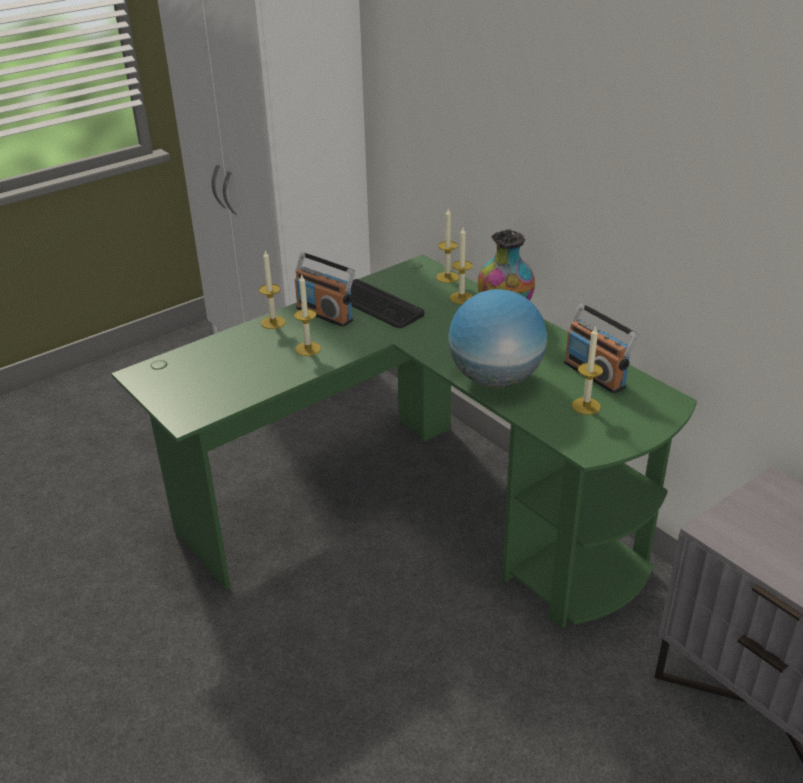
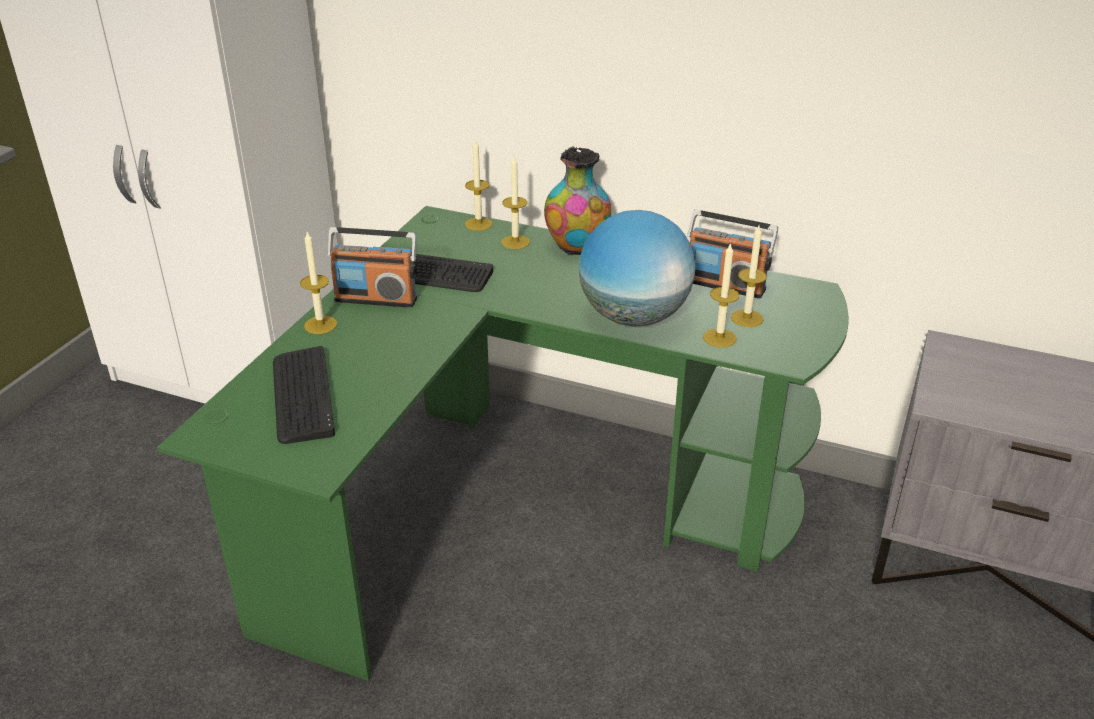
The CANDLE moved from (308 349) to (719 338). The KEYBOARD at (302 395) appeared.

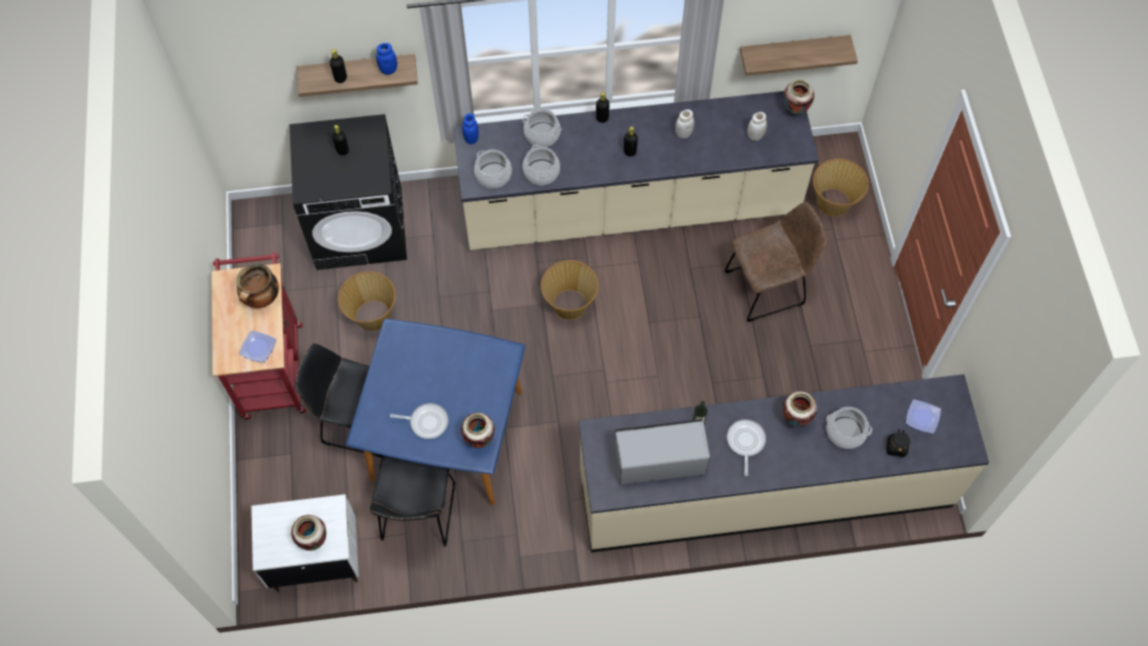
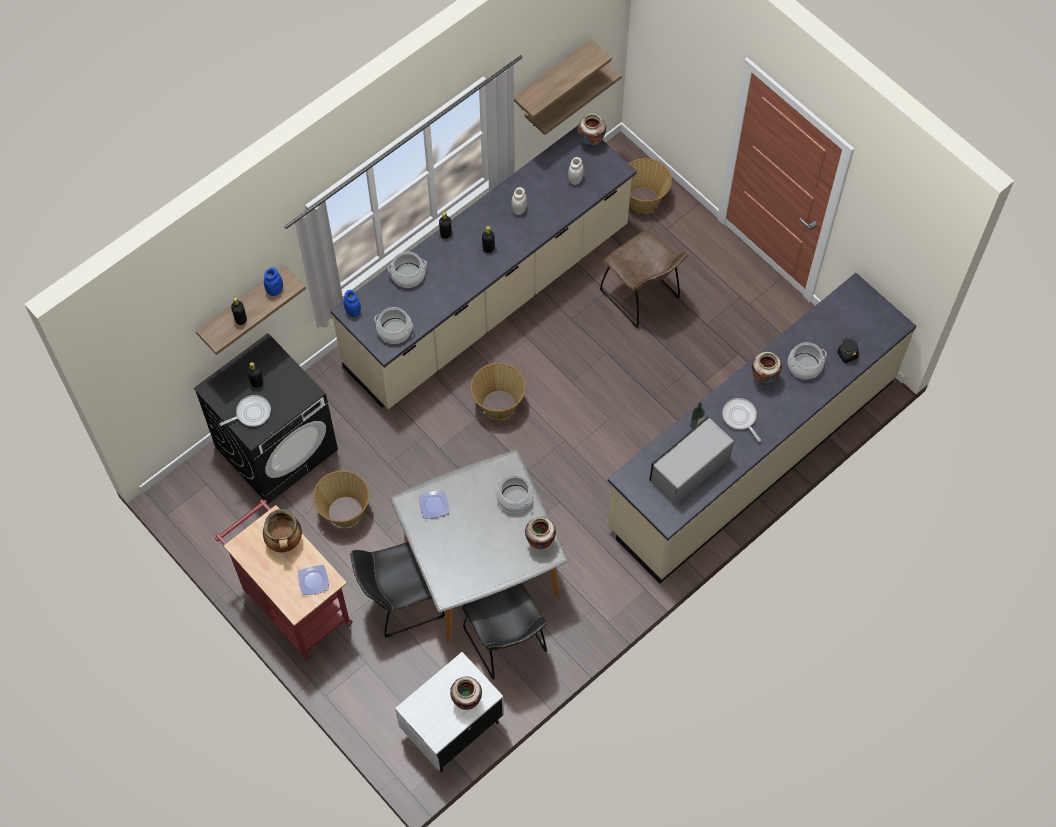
The COOKING POT moved from (541 172) to (514 498). The BROWN CHAIR at (768 286) turned 105 degrees clockwise. The BLUE DINING TABLE at (446 435) became the GREY DINING TABLE at (480 568). The PLATE moved from (923 417) to (434 504). The FRYING PAN moved from (426 422) to (251 413). The SHELF at (551 77) appeared.

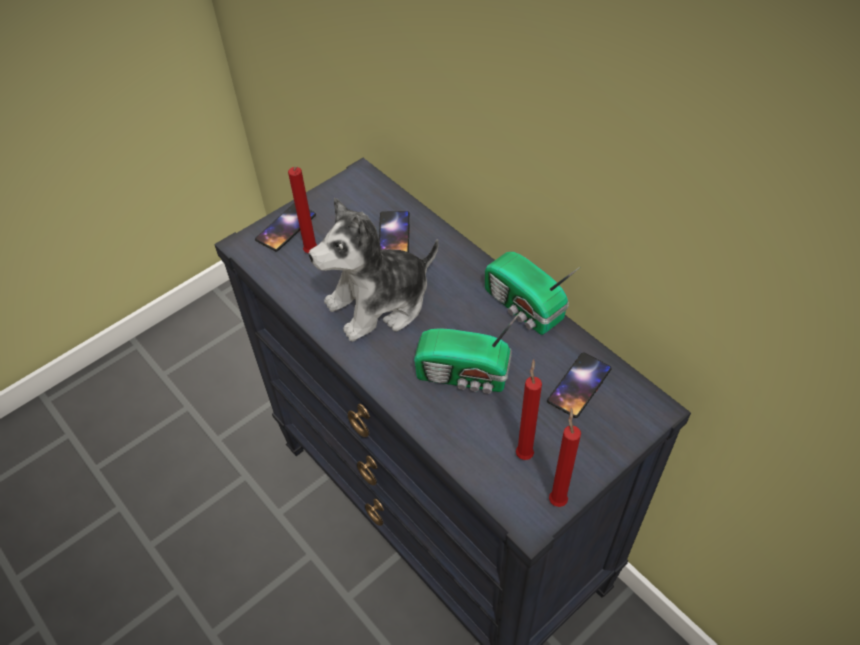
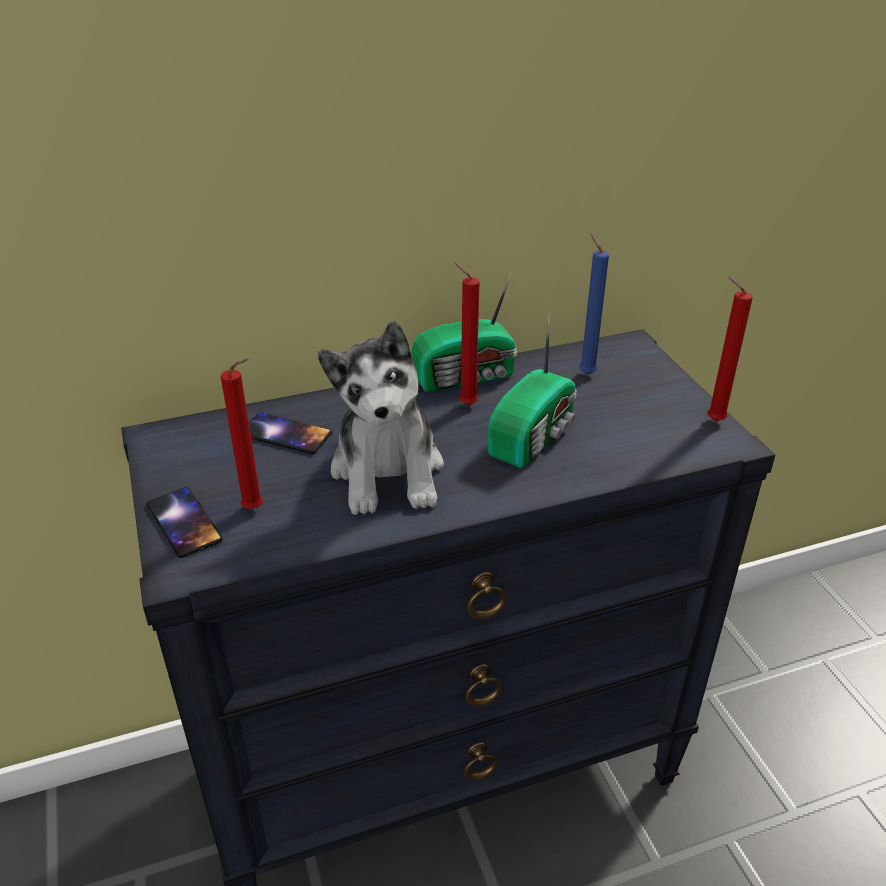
The PHONE at (579 385) was replaced by the BLUE CANDLE at (585 372). The RED CANDLE moved from (524 453) to (465 404).

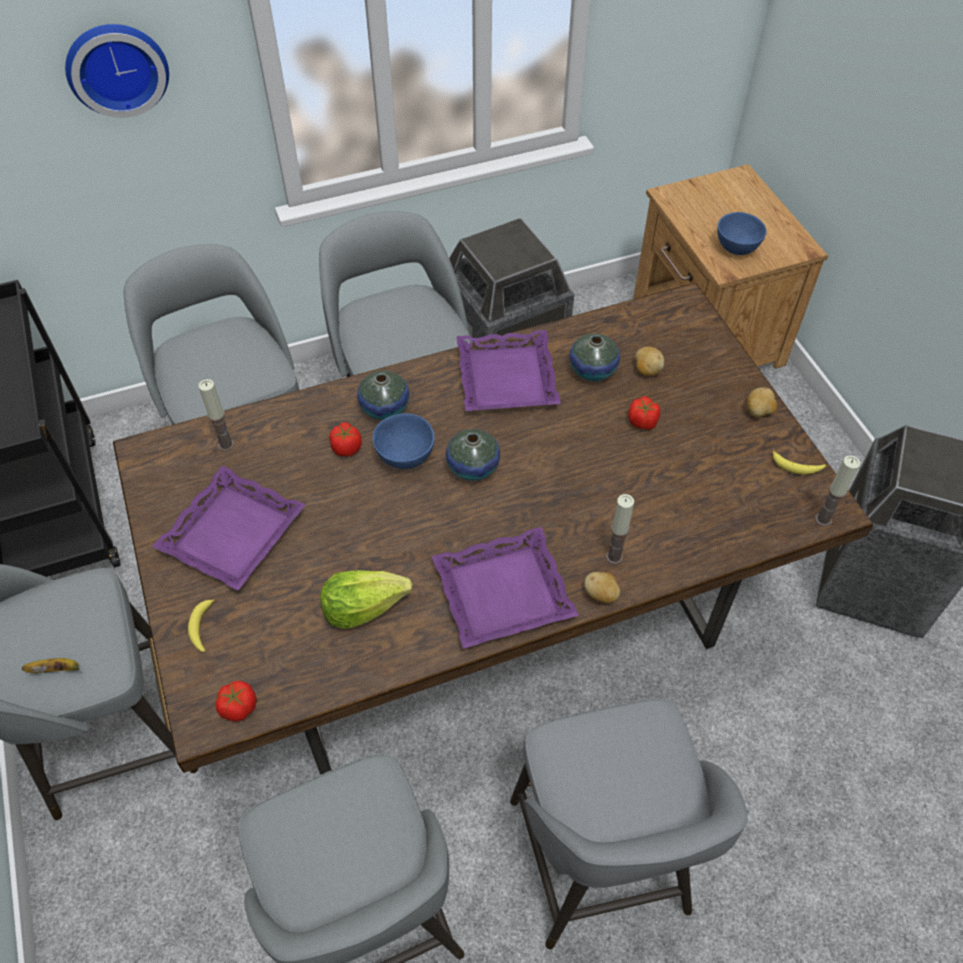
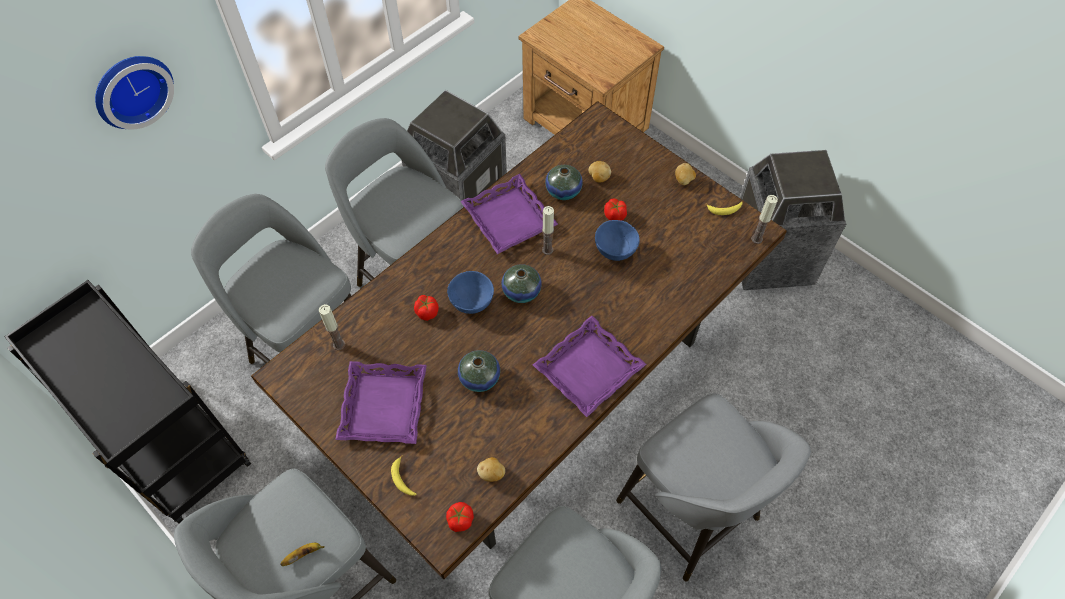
The BLUE BOWL moved from (736 247) to (614 250). The VASE moved from (384 408) to (479 378). The CANDLE moved from (614 557) to (547 250). The LETTUCE at (363 606) disappeared. The POTATO moved from (601 594) to (491 473).

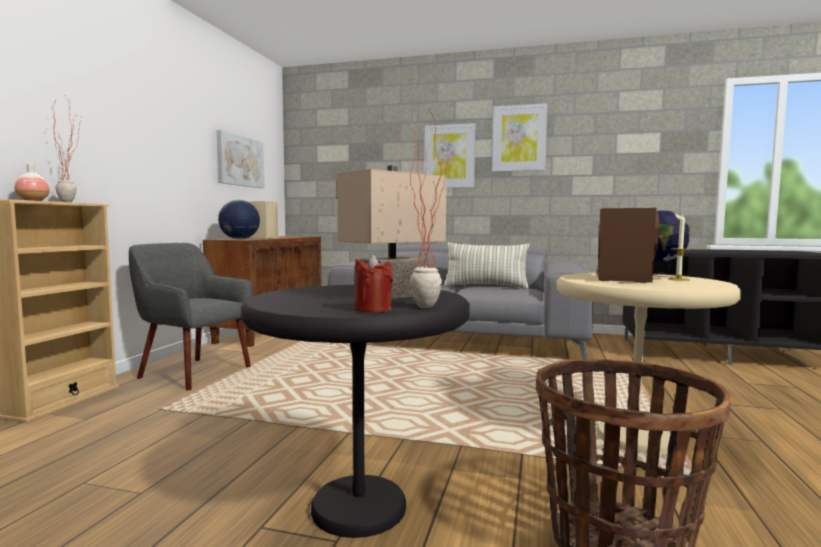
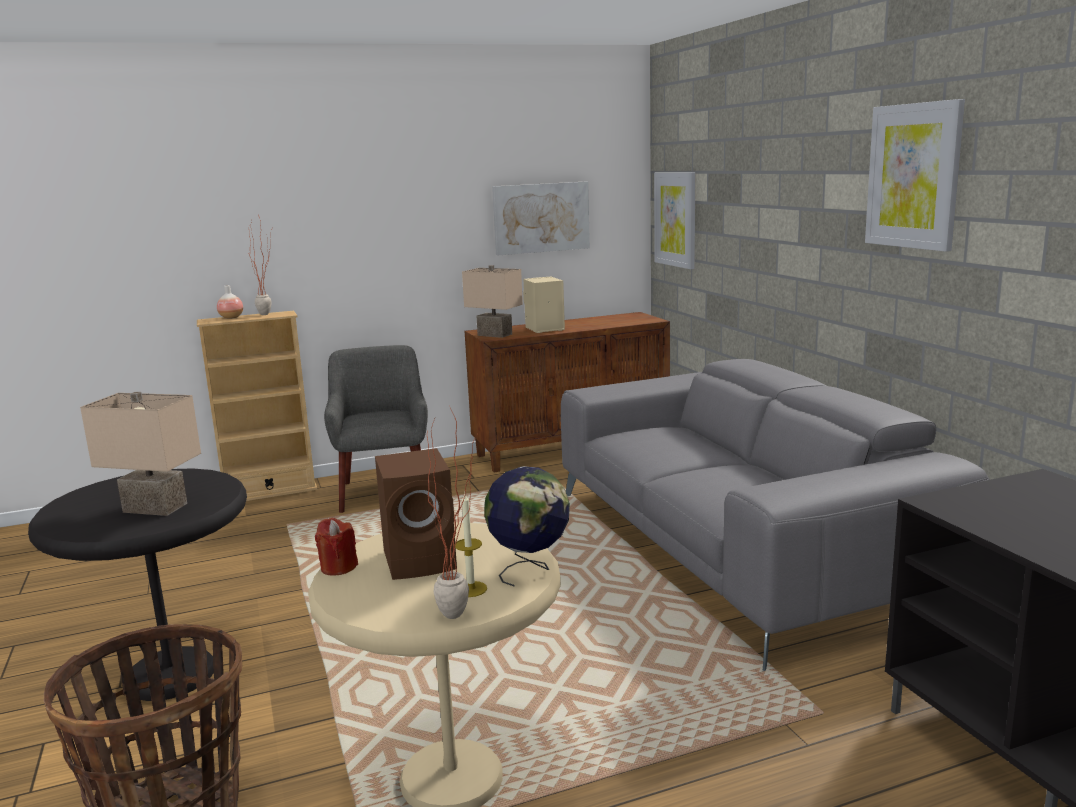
The POTTED PLANT moved from (430 305) to (464 615). The PICTURE moved from (449 156) to (675 219). The GLOBE at (239 239) was replaced by the BEIGE TABLE LAMP at (493 335). The PILLOW at (486 287) disappeared. The RED CANDLE moved from (372 309) to (338 567).

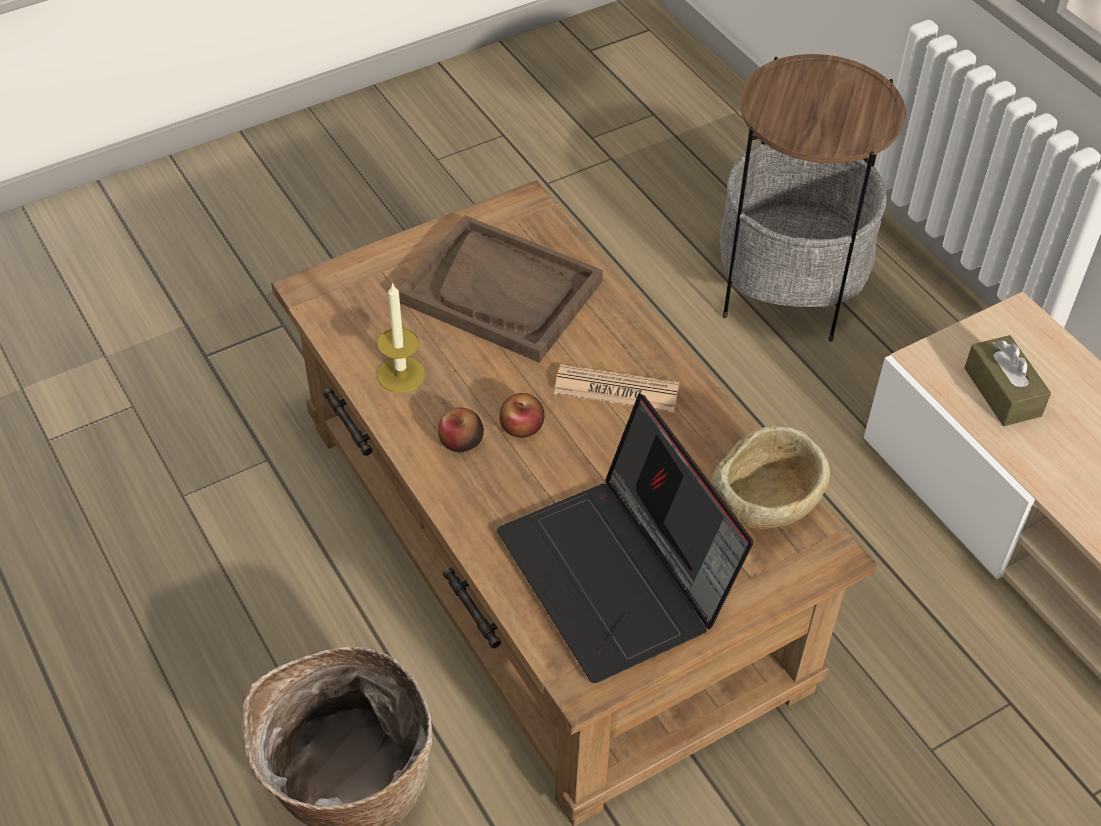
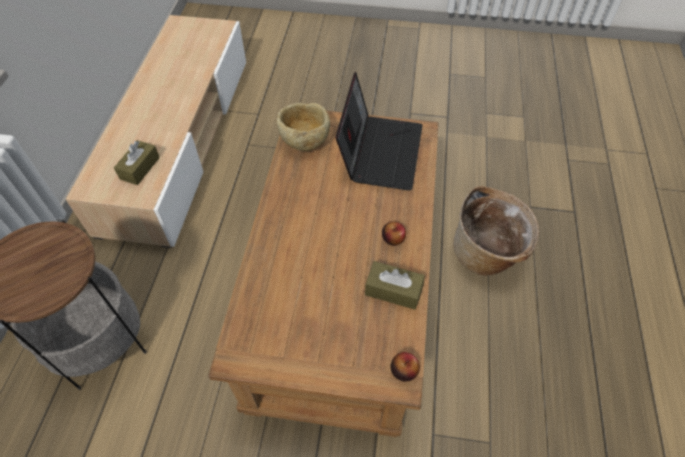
The BROWN TRAY at (501 292) disappeared. The CANDLE at (401 375) was replaced by the BROWN TISSUE BOX at (393 290). The NEWSPAPER at (616 390) disappeared. The APPLE moved from (522 427) to (403 370).

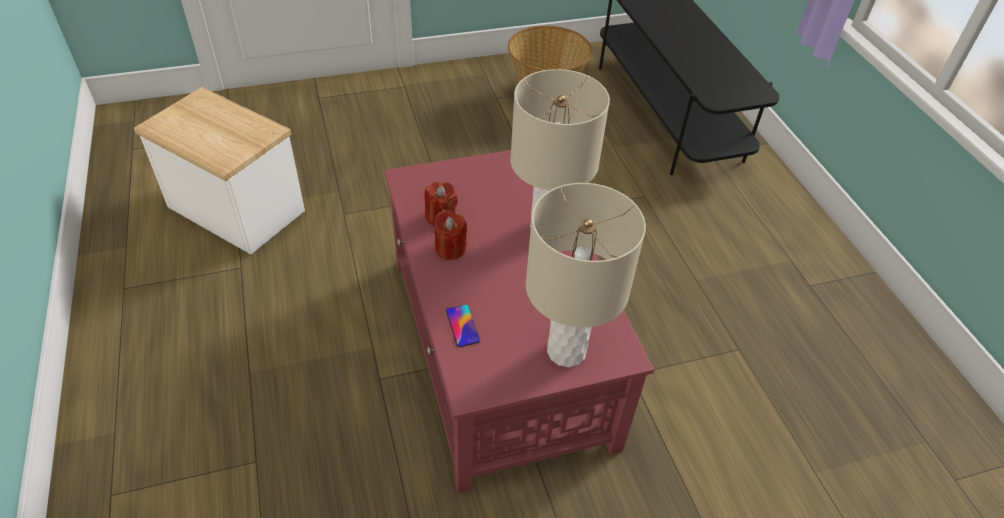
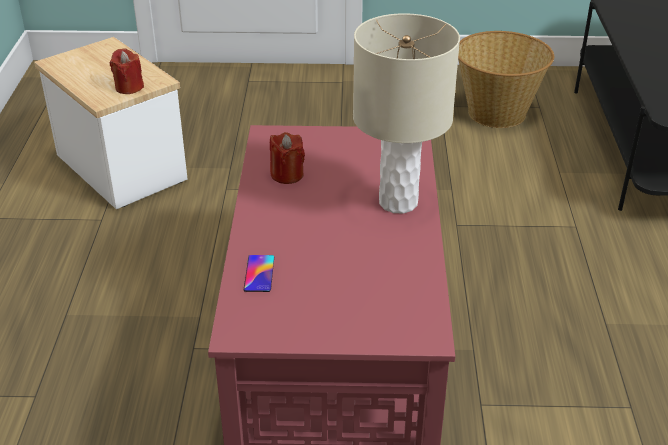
The BEIGE TABLE LAMP at (566 351) disappeared. The RED CANDLE moved from (450 248) to (129 87).

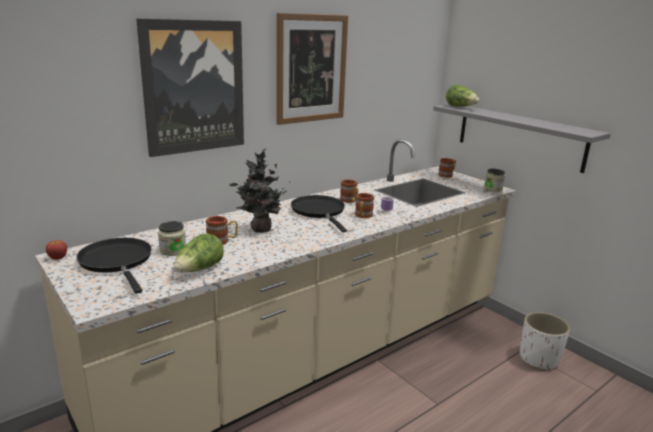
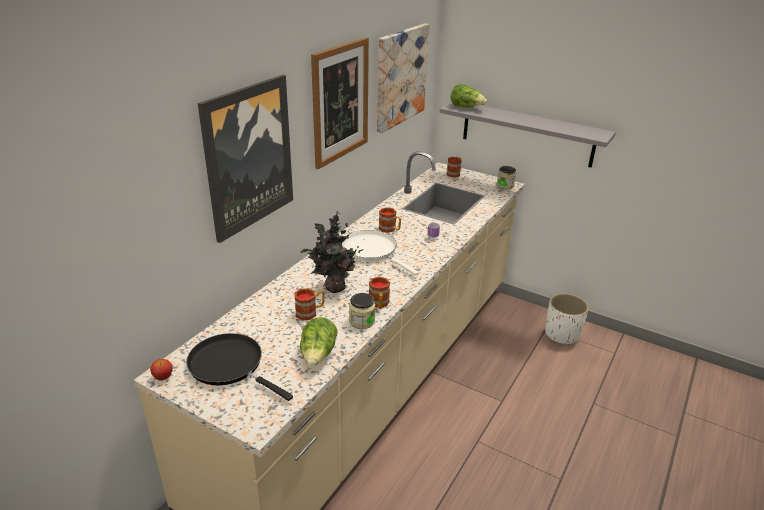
The MUG moved from (363 216) to (379 304). The BLACK FRYING PAN at (319 211) became the WHITE FRYING PAN at (372 251). The JAR moved from (173 250) to (362 321). The PICTURE at (400 76) appeared.

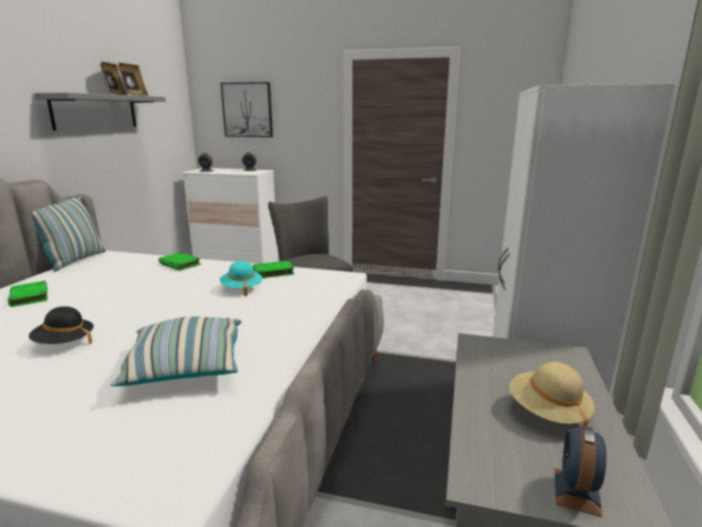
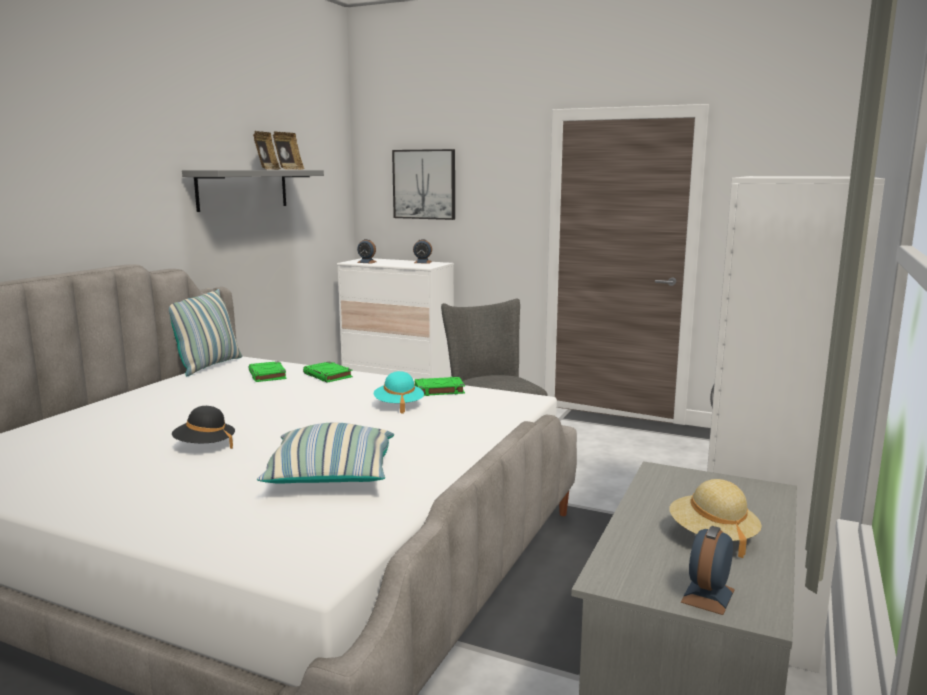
The GREEN BOOK moved from (29 297) to (267 375).

